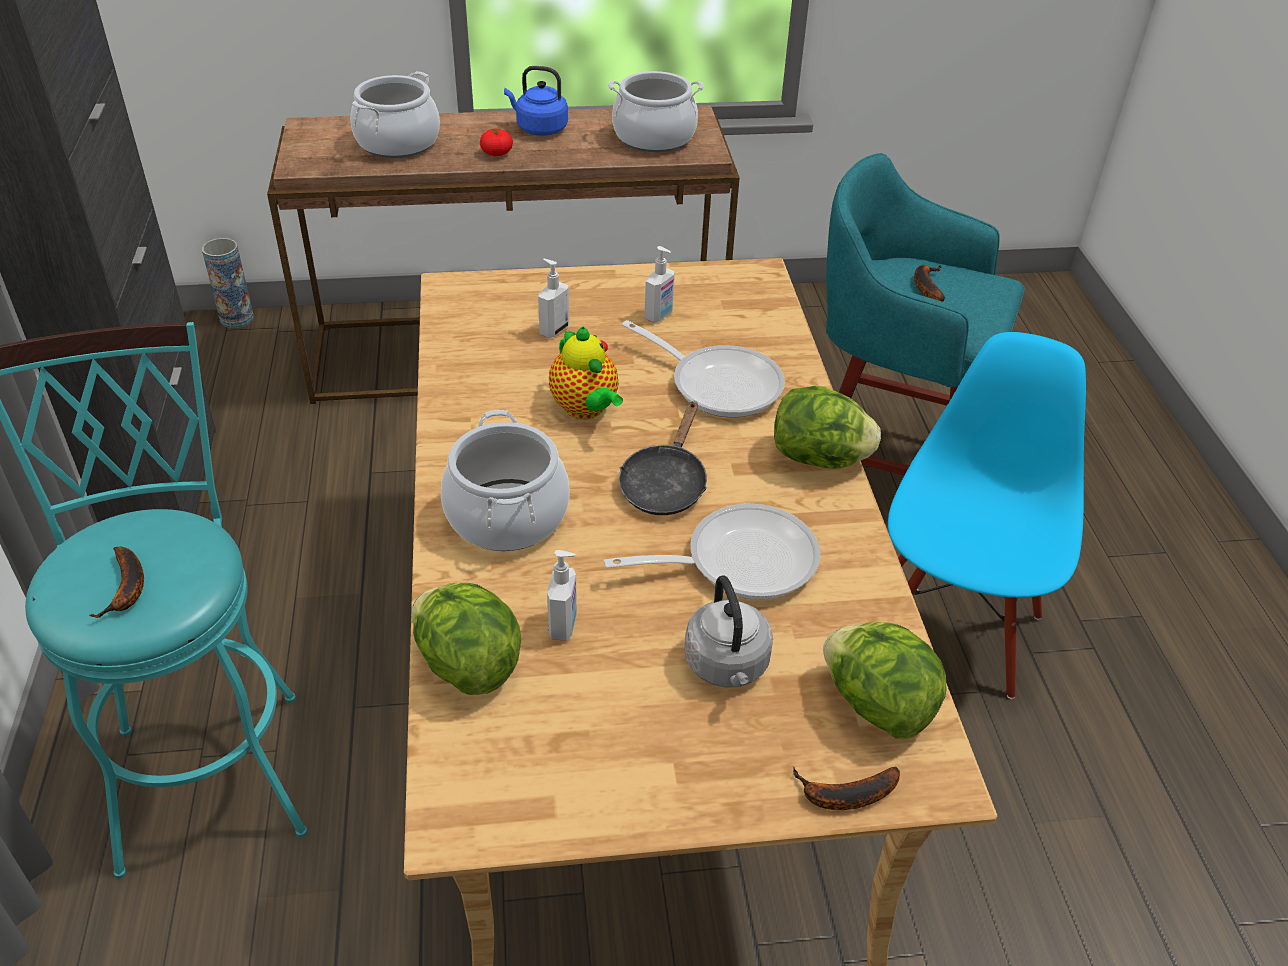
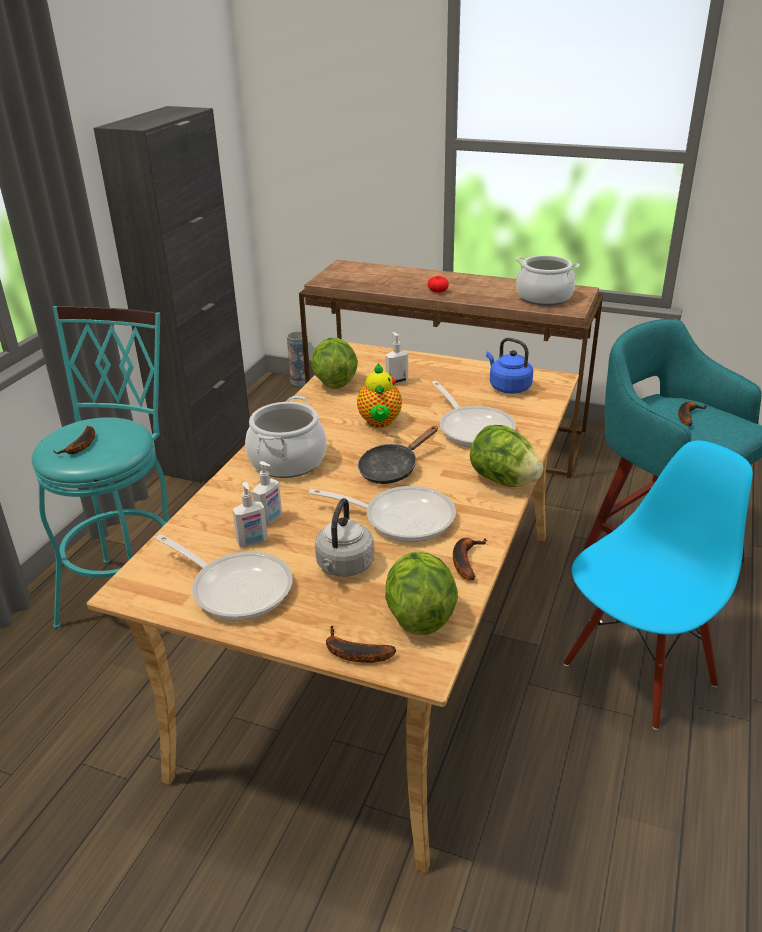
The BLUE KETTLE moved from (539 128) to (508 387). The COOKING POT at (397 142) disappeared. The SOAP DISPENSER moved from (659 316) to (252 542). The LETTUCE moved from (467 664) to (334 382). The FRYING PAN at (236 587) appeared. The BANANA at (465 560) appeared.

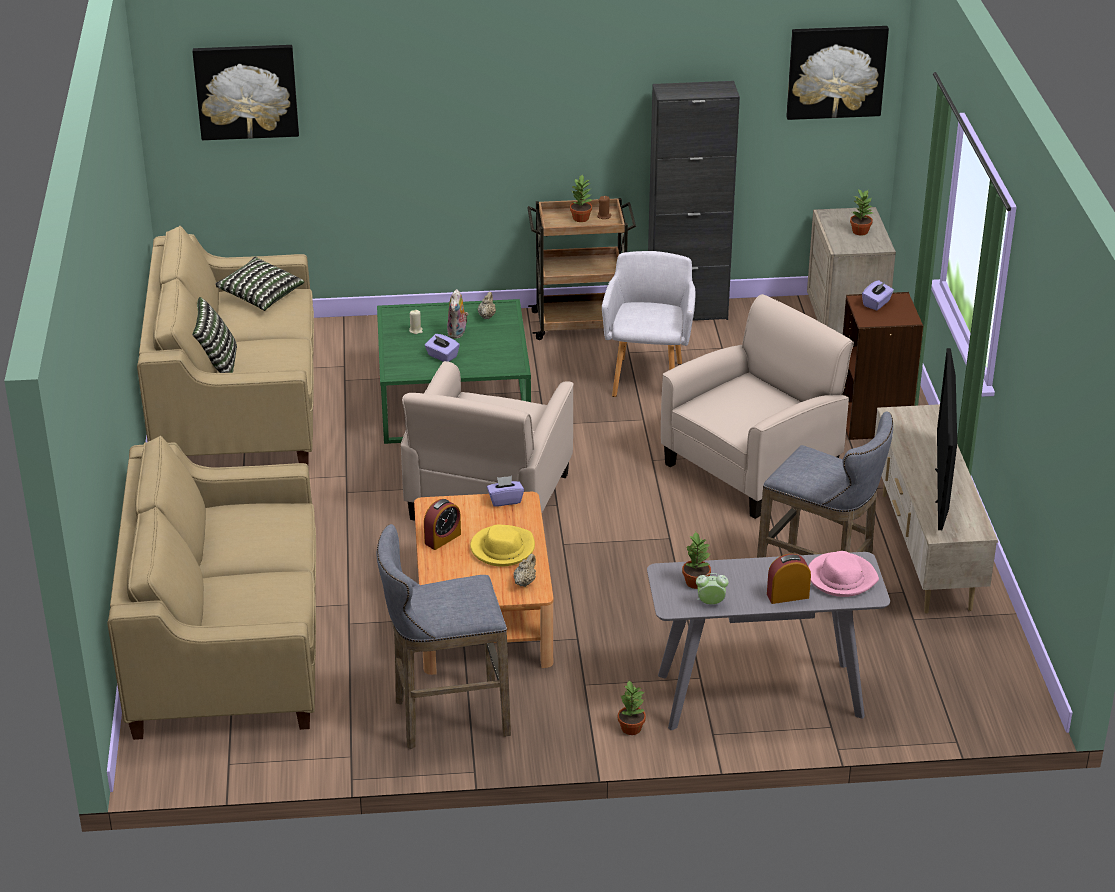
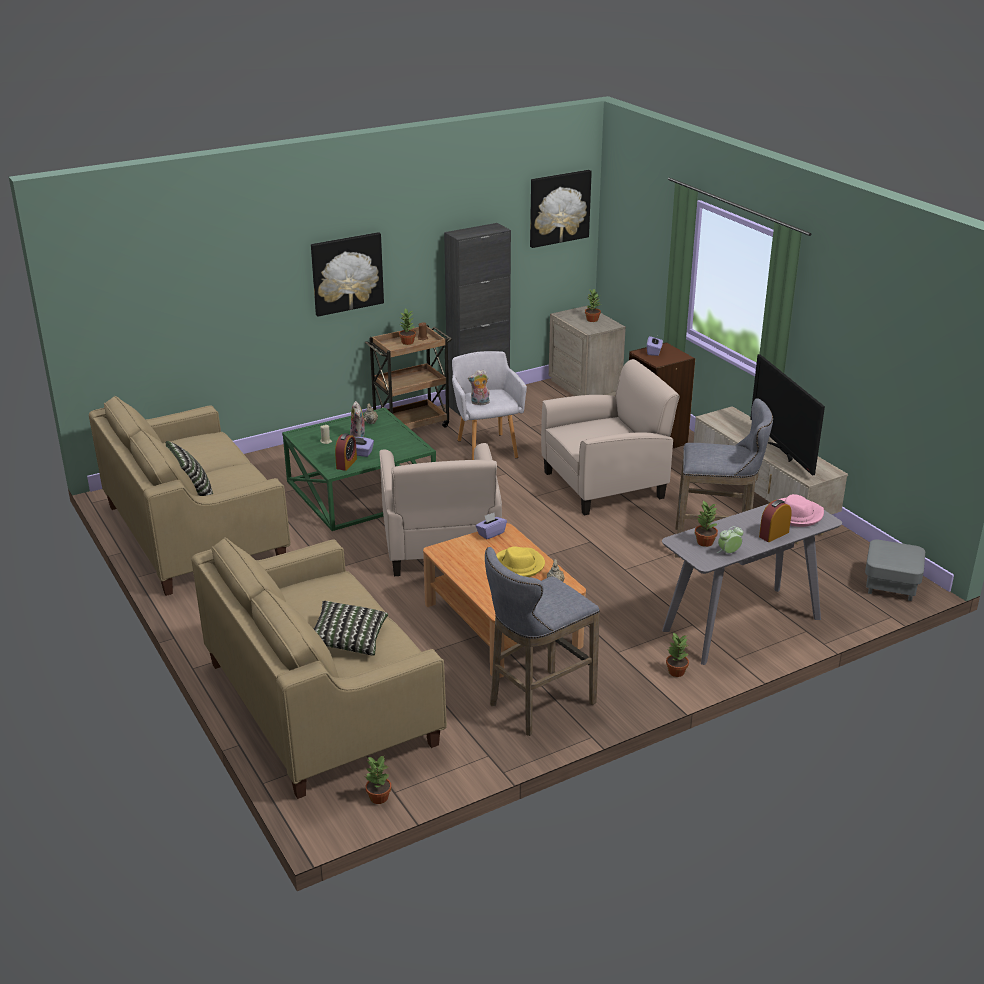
The PICTURE moved from (246 91) to (347 273). The PILLOW moved from (260 295) to (348 640). The BEIGE ARMCHAIR at (752 467) turned 45 degrees clockwise. The ALARM CLOCK moved from (442 539) to (346 463). The PLUSH TOY at (479 403) appeared. The GREY OTTOMAN at (890 586) appeared. The POTTED PLANT at (378 797) appeared.

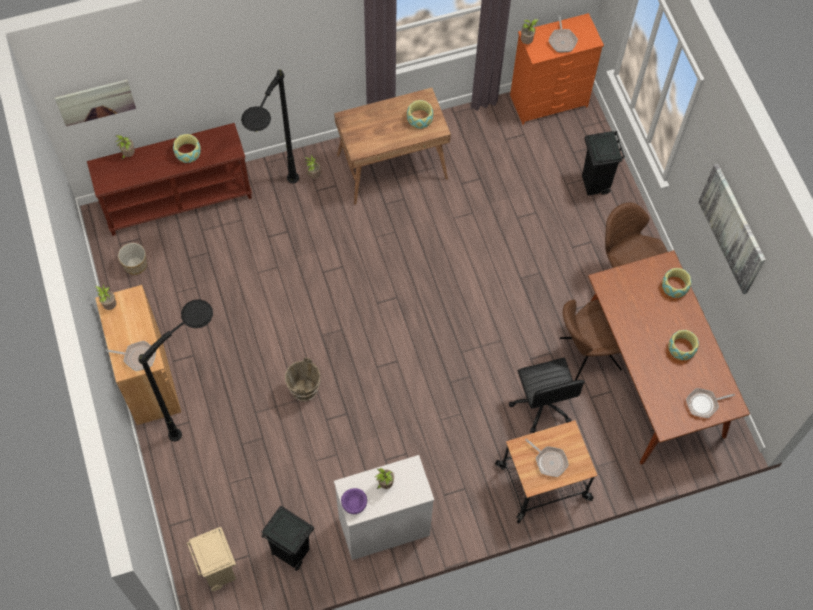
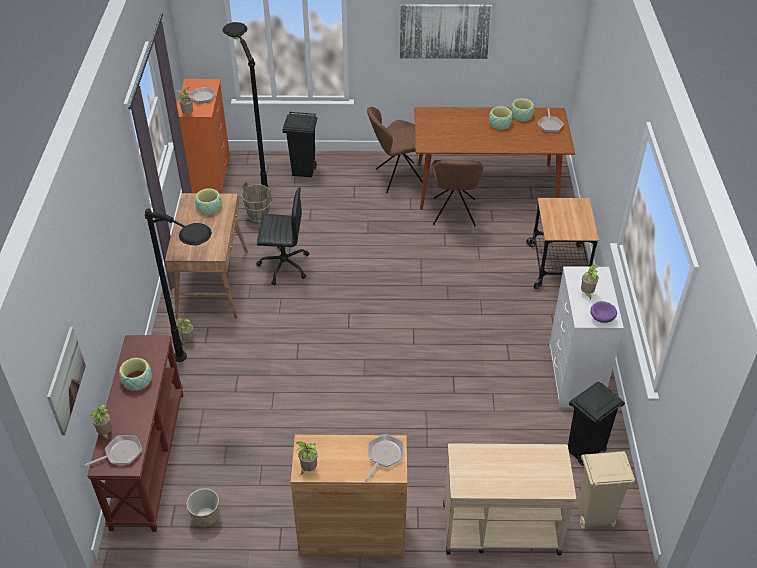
The BOWL moved from (674 286) to (521 115). The BLACK FLOOR LAMP moved from (209 409) to (255 180). The BROWN BUCKET moved from (304 390) to (258 217). The BLACK OFFICE CHAIR moved from (542 403) to (283 265). The FRYING PAN moved from (549 461) to (121 453). The BEIGE CART at (499 528) appeared.

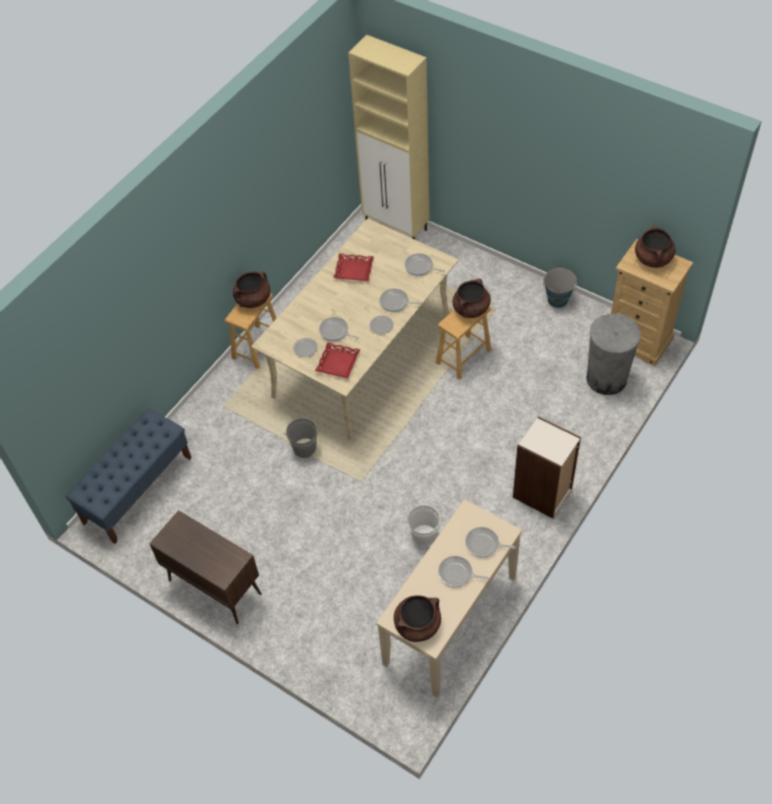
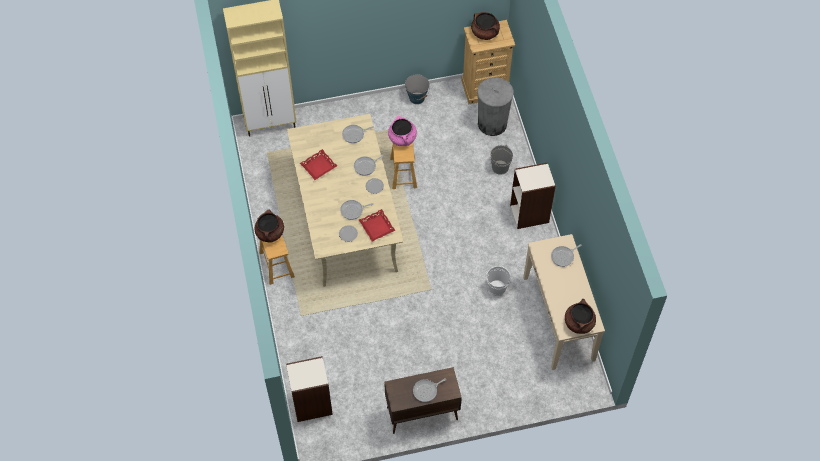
The BROWN COOKING POT at (471 309) became the PINK COOKING POT at (402 138). The BLUE BENCH at (138 489) was replaced by the BOOKCASE at (311 404). The GREY BUCKET moved from (305 448) to (500 167). The FRYING PAN moved from (457 574) to (426 391).

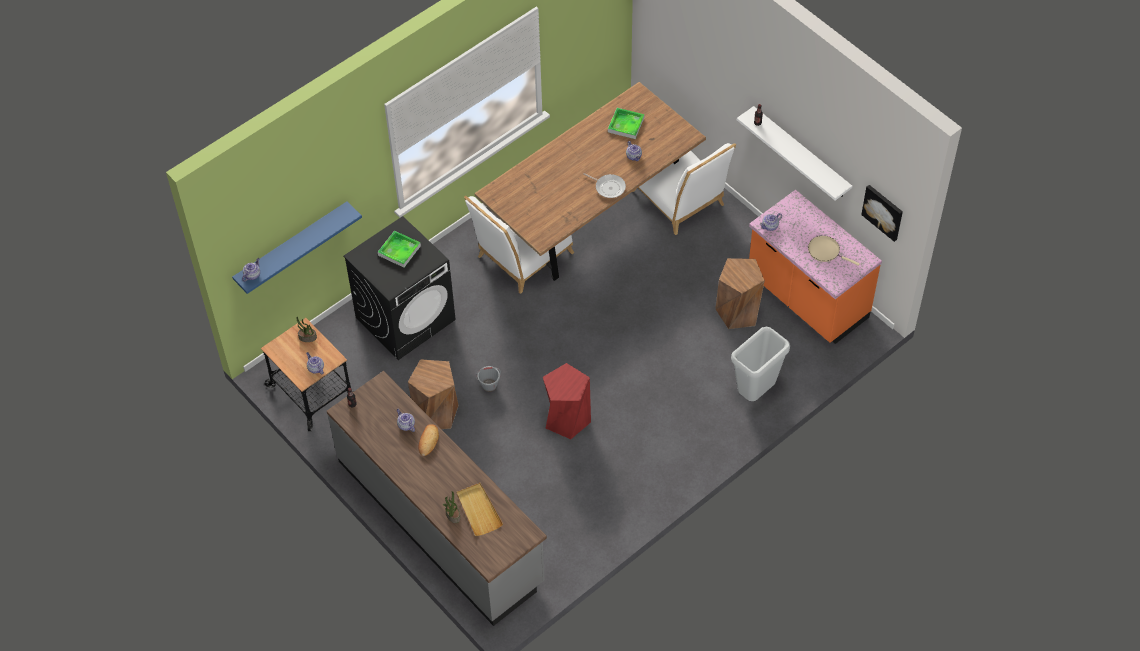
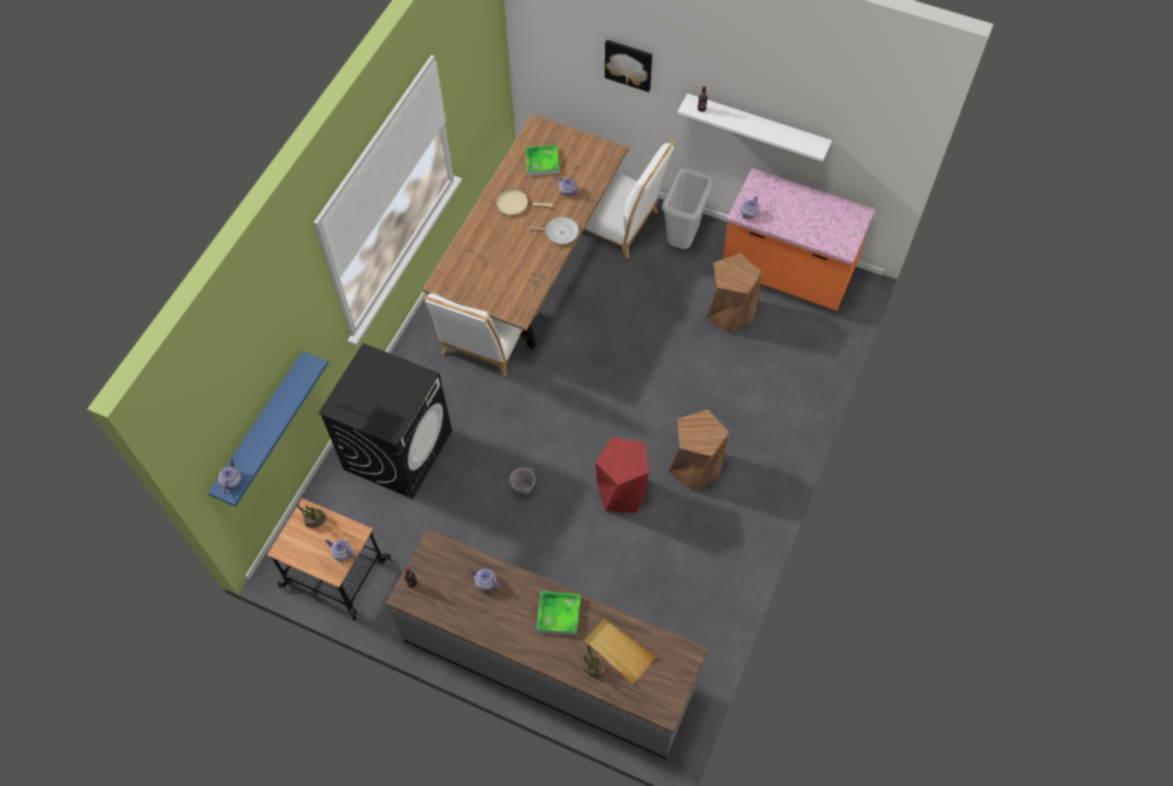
The PICTURE moved from (883 211) to (629 64). The TRAY moved from (399 250) to (558 614). The BEIGE FRYING PAN moved from (826 251) to (514 204). The GREY TRASH CAN moved from (756 393) to (683 241). The BROWN STOOL moved from (436 413) to (694 467). The BREAD at (428 441) disappeared.

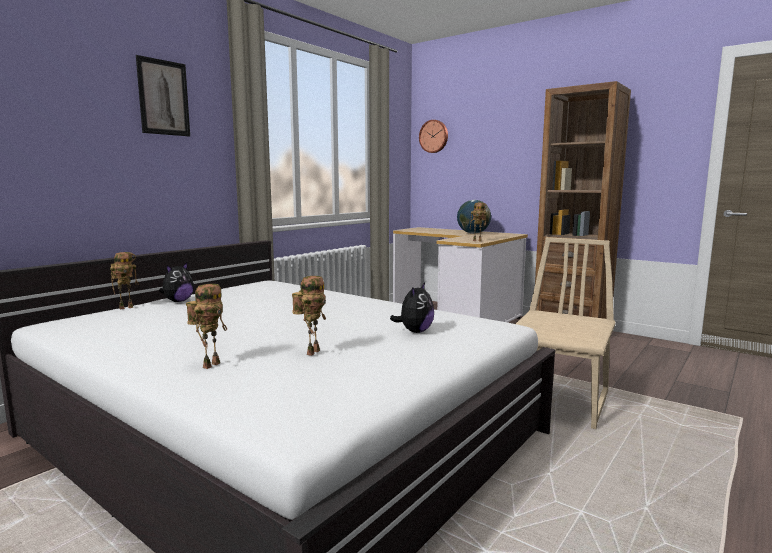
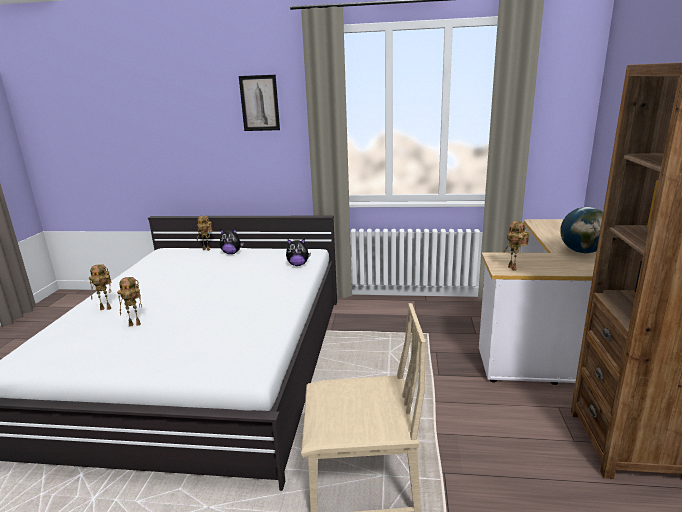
The WALL CLOCK at (434 136) disappeared. The PLUSH TOY moved from (415 331) to (298 265).

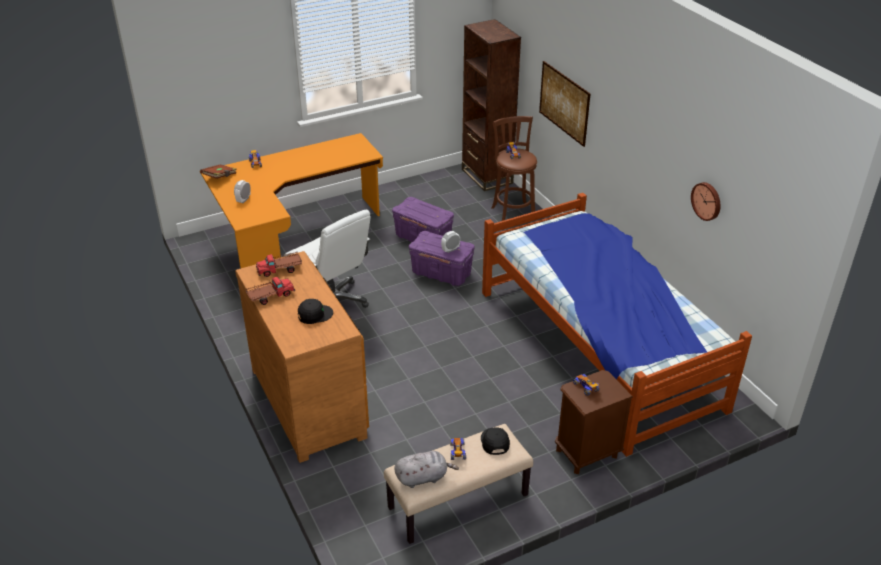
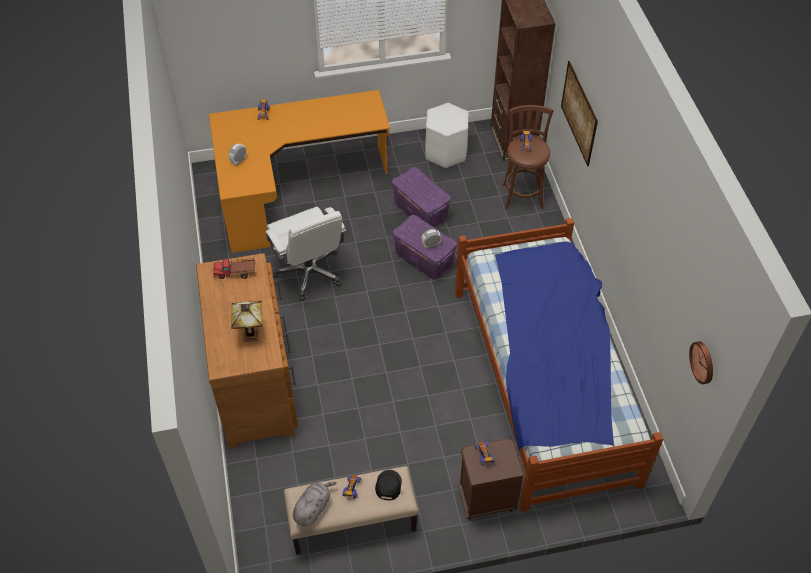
The BROWN BOOK at (220 177) disappeared. The WALL CLOCK moved from (707 201) to (703 362). The TOY TRUCK at (270 296) disappeared. The BLACK CAP at (314 314) was replaced by the TABLE LAMP at (250 334). The GREY PLUSH TOY at (423 477) turned 60 degrees counterclockwise. The WHITE STOOL at (446 152) appeared.

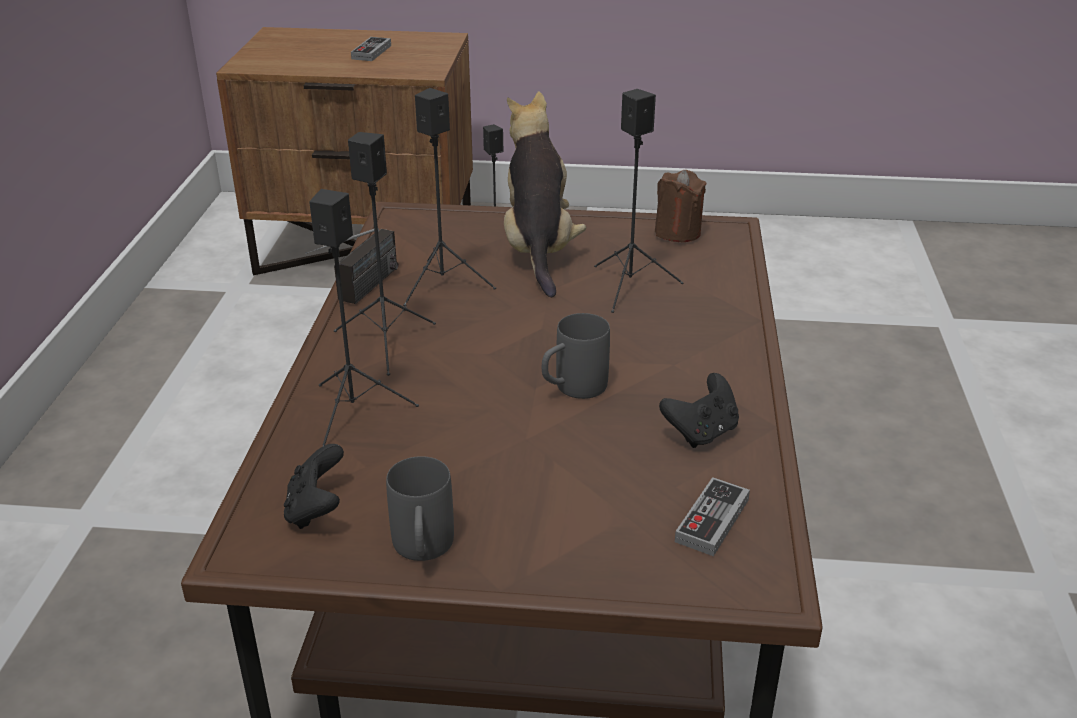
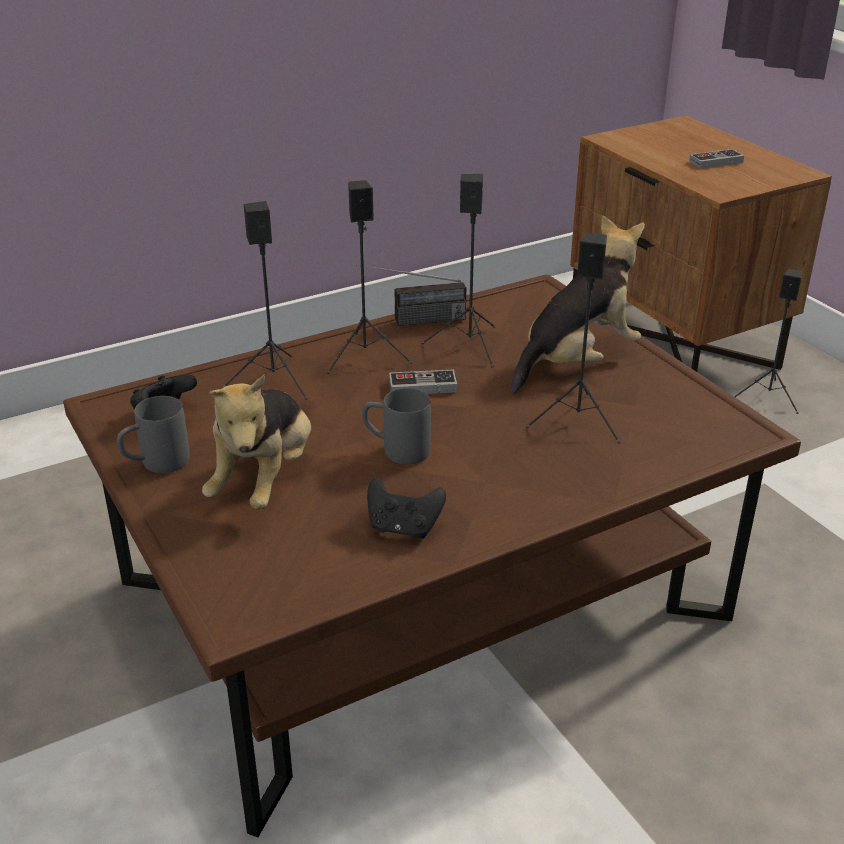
The BROWN CANDLE at (677 232) disappeared. The GAME CONTROLLER moved from (712 520) to (422 386). The PLUSH TOY at (265 479) appeared.

